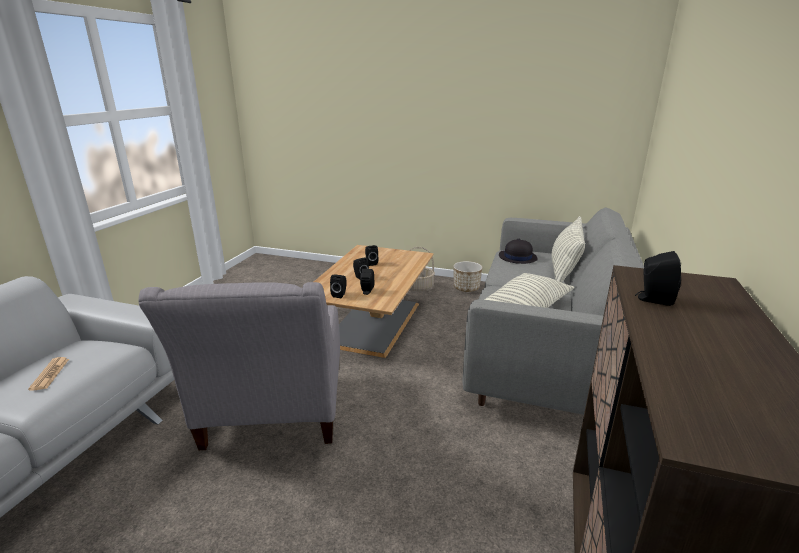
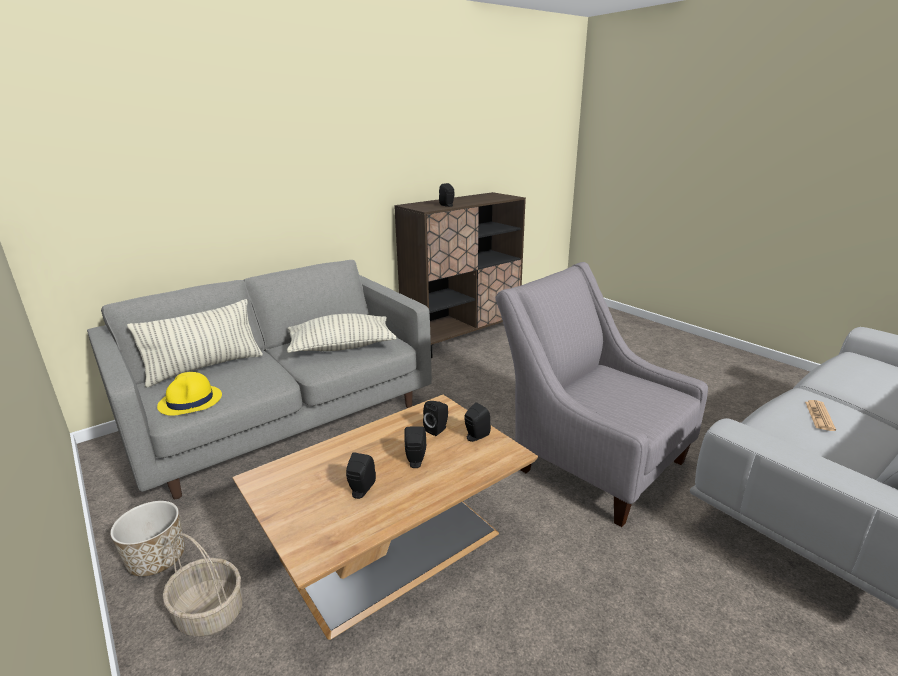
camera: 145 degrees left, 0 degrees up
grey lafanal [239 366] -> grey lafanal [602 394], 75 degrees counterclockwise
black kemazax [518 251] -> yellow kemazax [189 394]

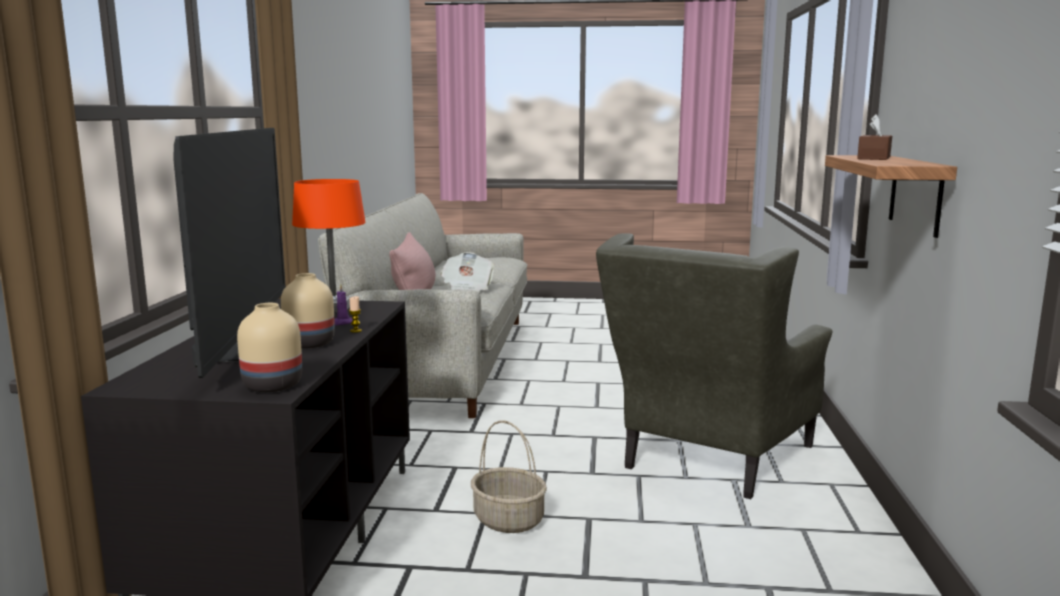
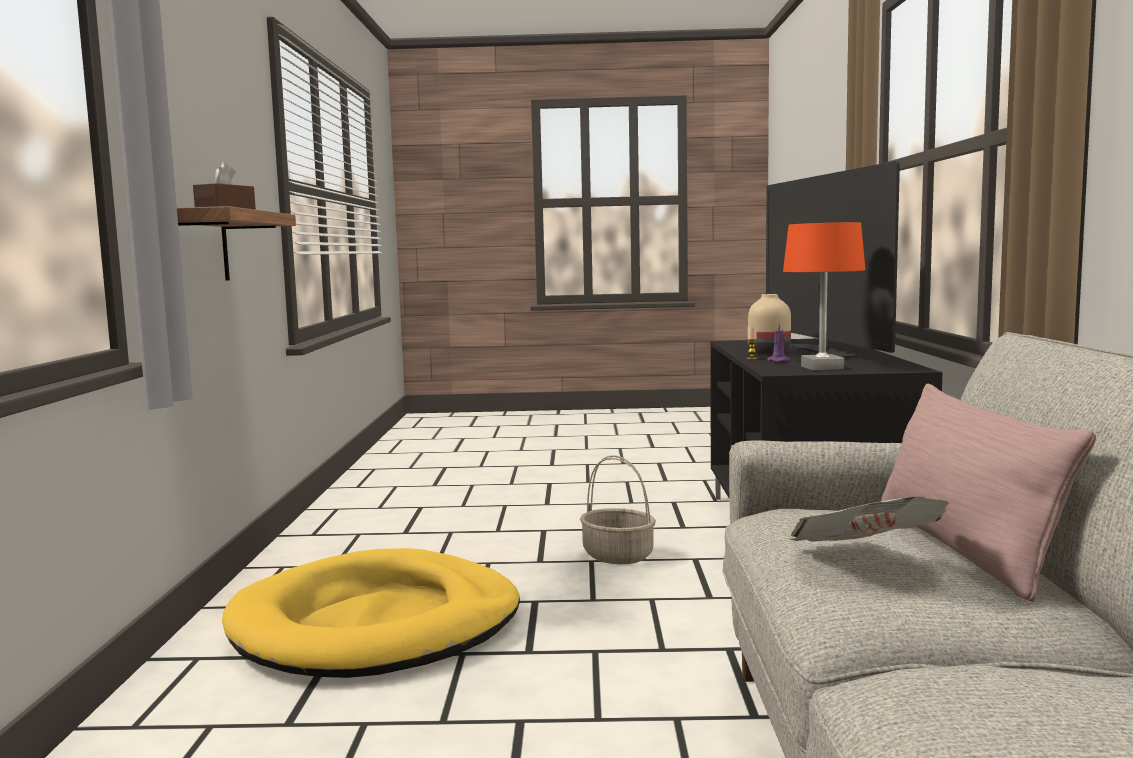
camera: 175 degrees right, 5 degrees down
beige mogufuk [269 347] -> none
grey lafanal [714 366] -> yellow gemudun [371 613]

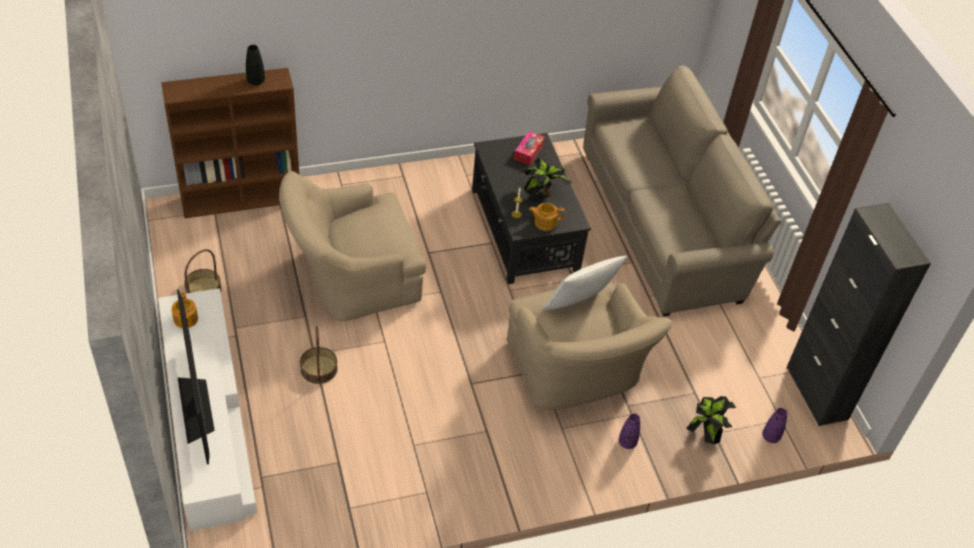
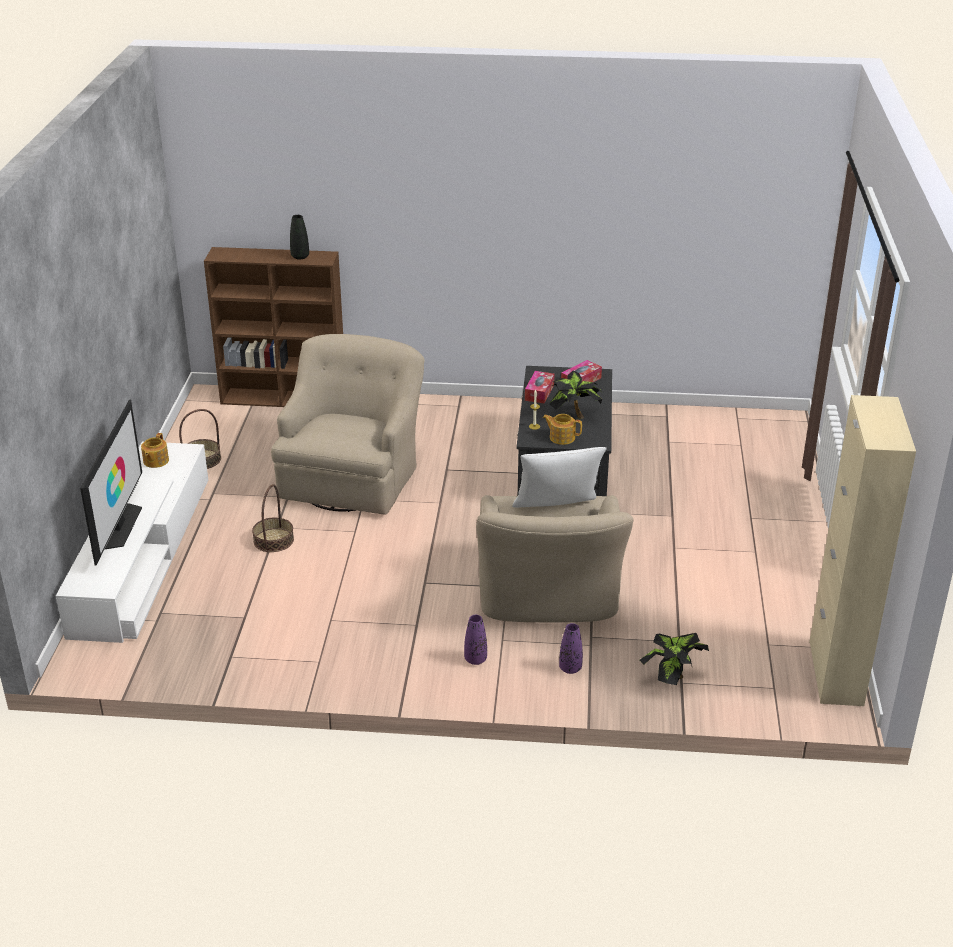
camera: 25 degrees right, 15 degrees down
beige lafanal [352 246] -> beige lafanal [348 424], 105 degrees clockwise
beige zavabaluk [682 191] -> none
purple mogufuk [774 425] -> purple mogufuk [475 640], moved
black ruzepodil [858 314] -> beige ruzepodil [862 550]
none -> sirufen [539 387]

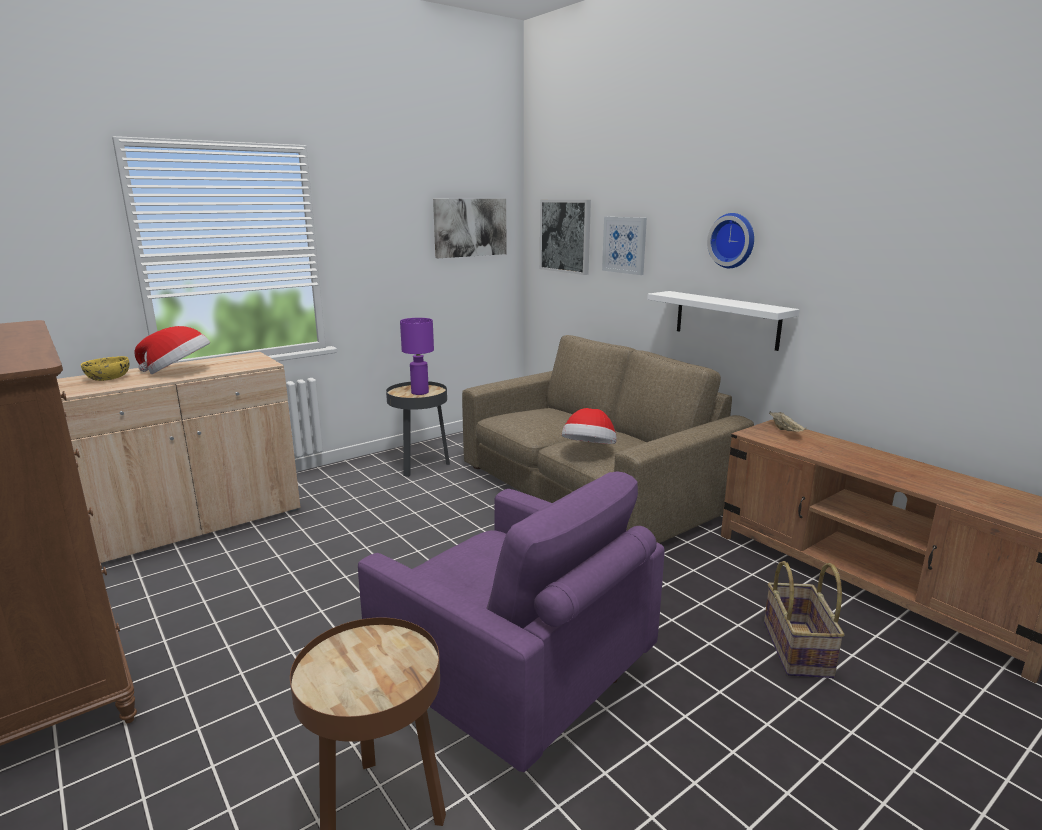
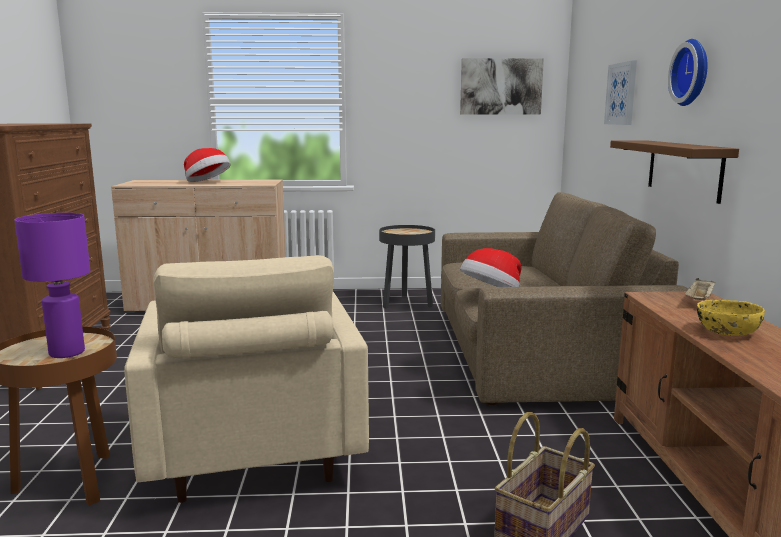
camera: 35 degrees right, 5 degrees down
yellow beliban [105 368] -> yellow beliban [731 318], moved
purple lafanal [511 622] -> beige lafanal [246 379]
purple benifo [417 356] -> purple benifo [52 285], moved
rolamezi [565 237] -> none
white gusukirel [723 321] -> brown gusukirel [674 172]

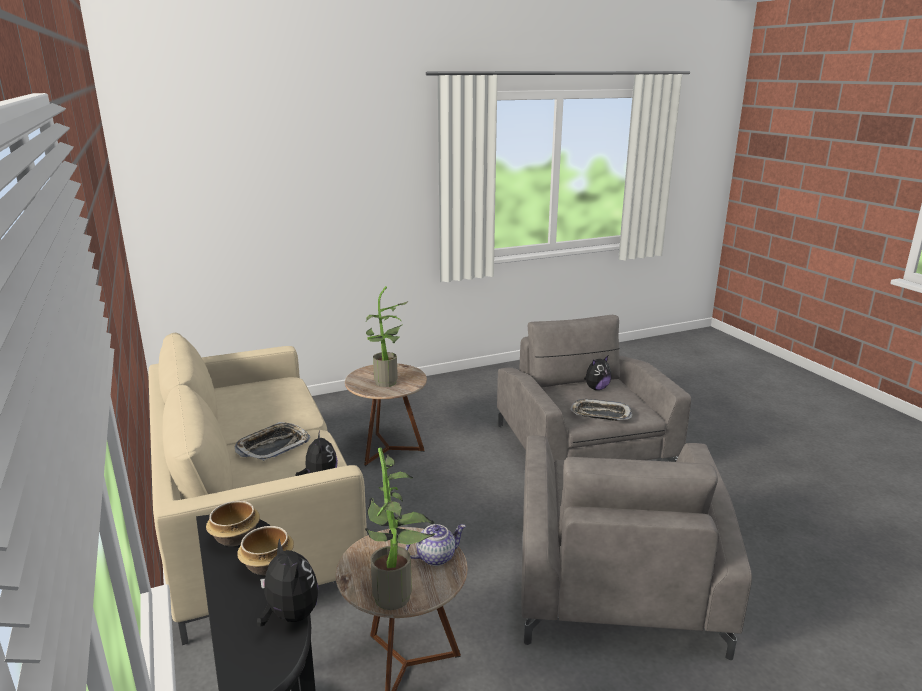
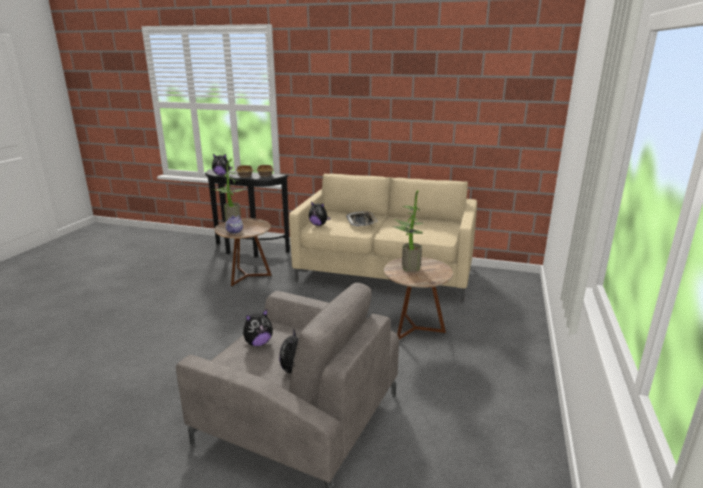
camera: 130 degrees right, 0 degrees up
grey lafanal [636 547] -> none
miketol [602 410] -> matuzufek [258 327]

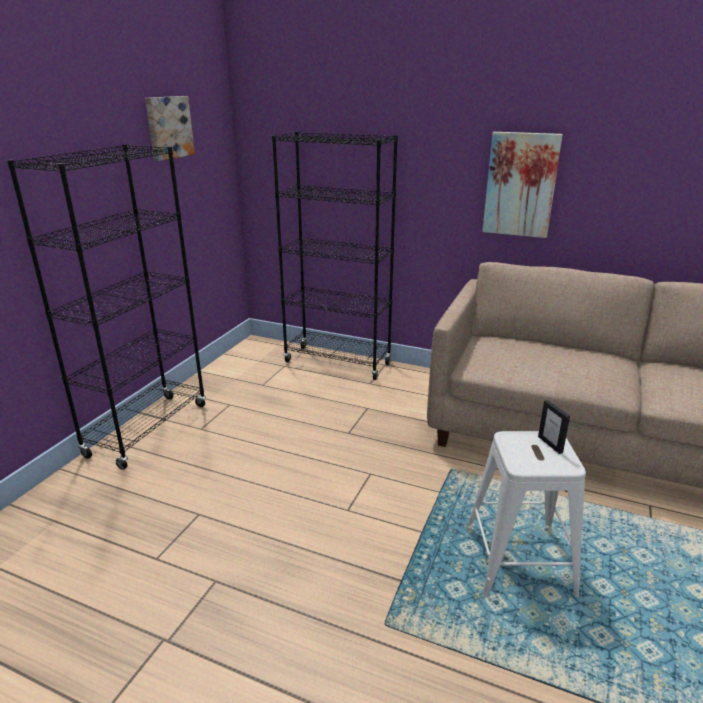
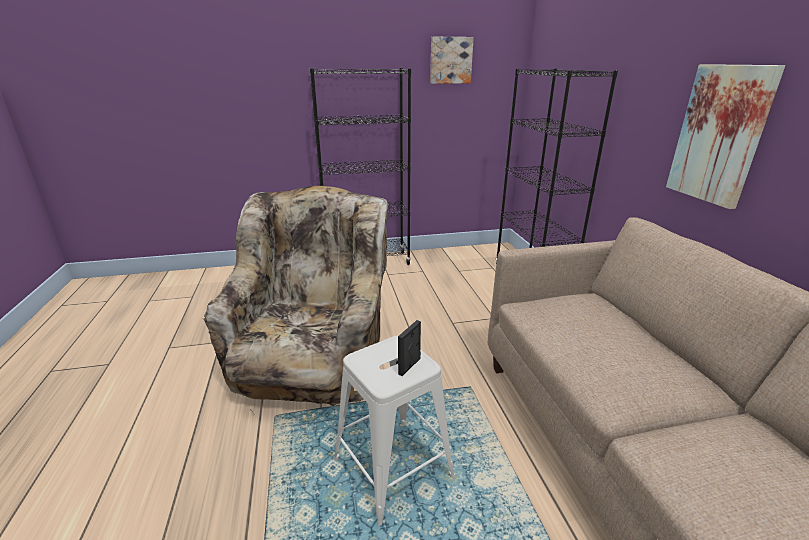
camera: 55 degrees right, 0 degrees up
none -> beige lafanal [296 300]

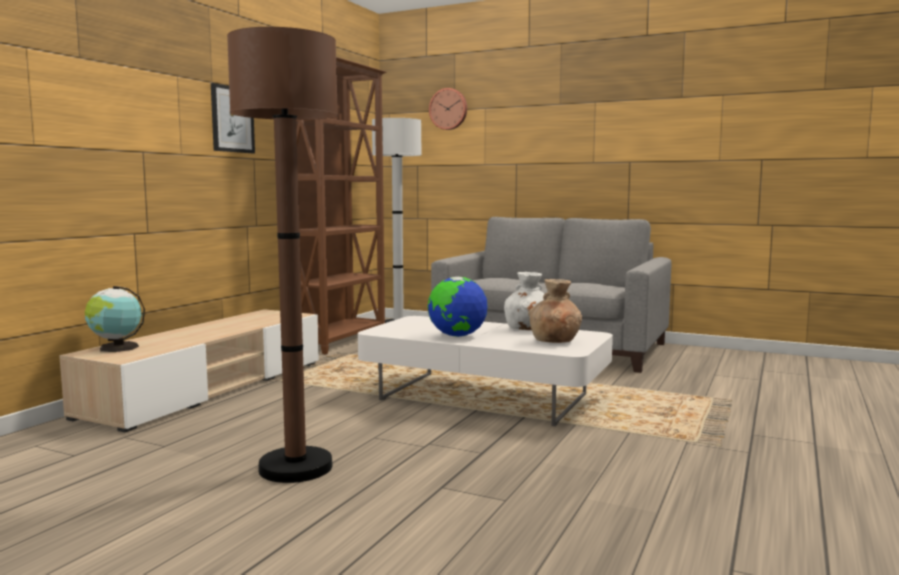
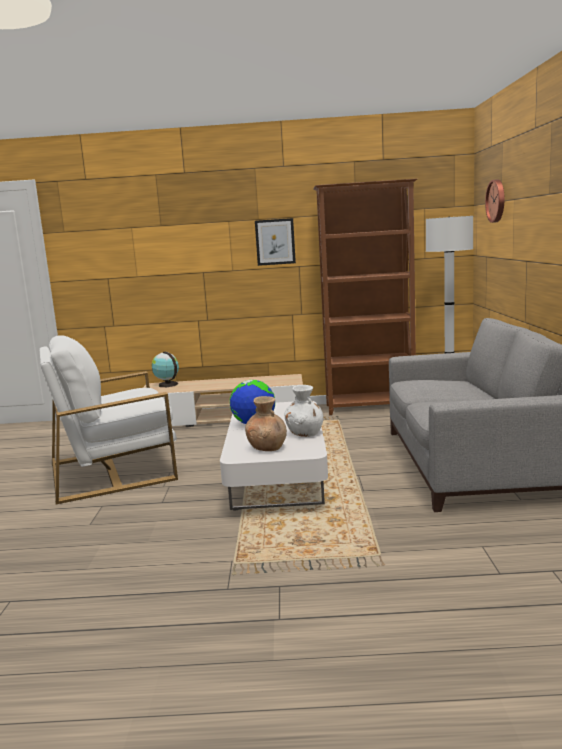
camera: 65 degrees right, 5 degrees up
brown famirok [282 255] -> white lafanal [109 419]

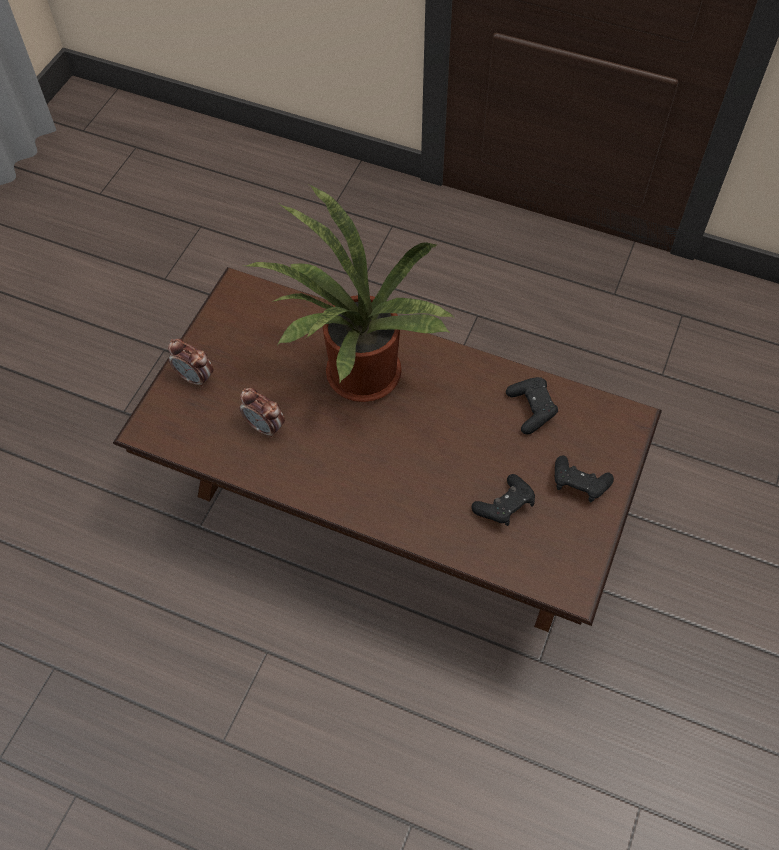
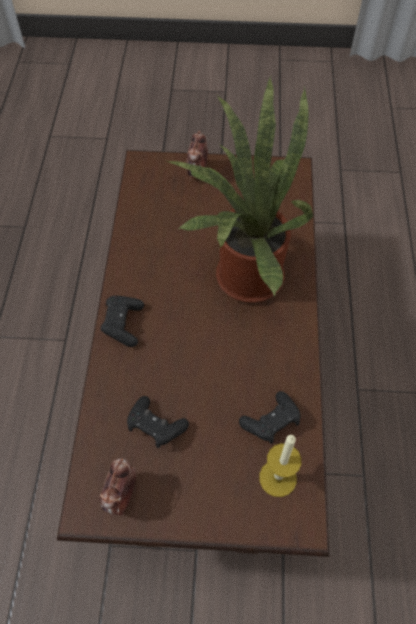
camera: 70 degrees right, 0 degrees up
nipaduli [262 413] -> nipaduli [118 487], moved
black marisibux [584 478] -> black marisibux [122 321], moved
none -> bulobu [280 466]

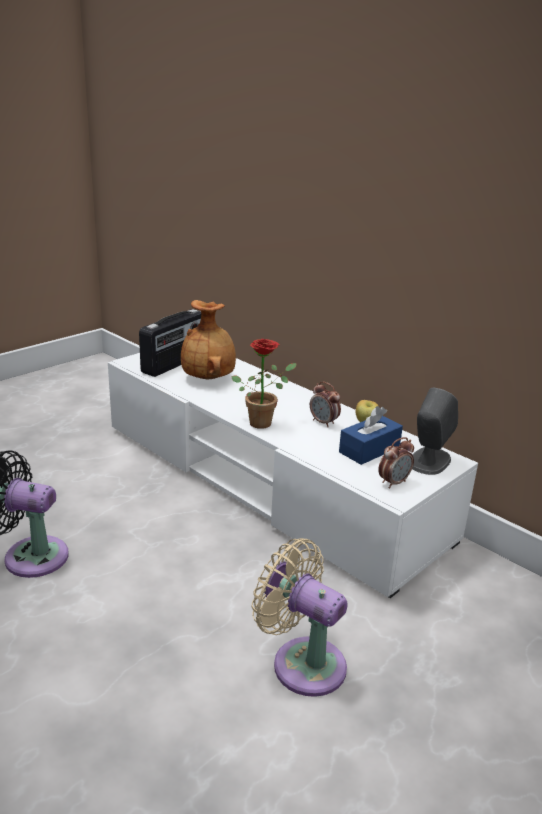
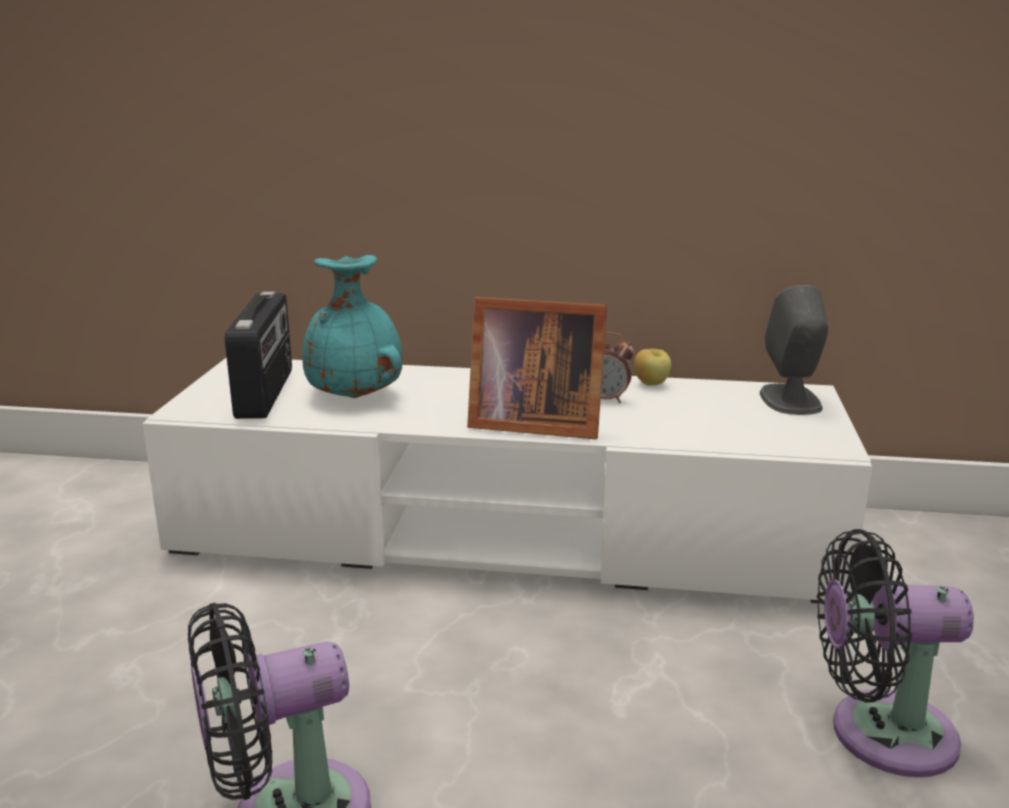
camera: 35 degrees left, 5 degrees down
brown mogufuk [208 340] -> turquoise mogufuk [352 326]
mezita [264 384] -> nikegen [537 368]
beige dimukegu [300 617] -> black dimukegu [895 653]
blue sirufen [371 435] -> none
nipaduli [396 463] -> none

